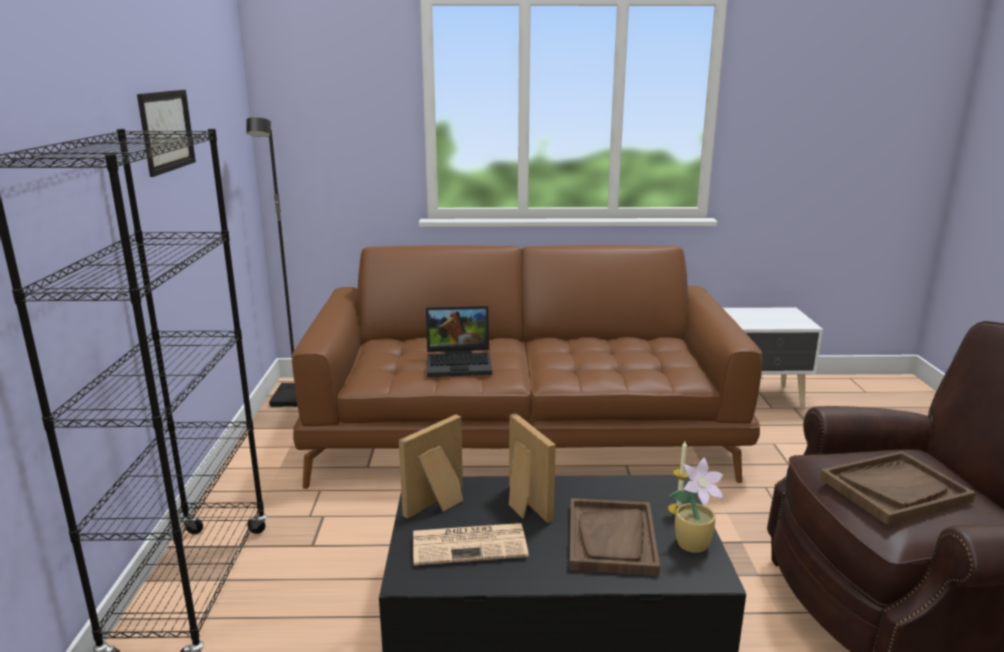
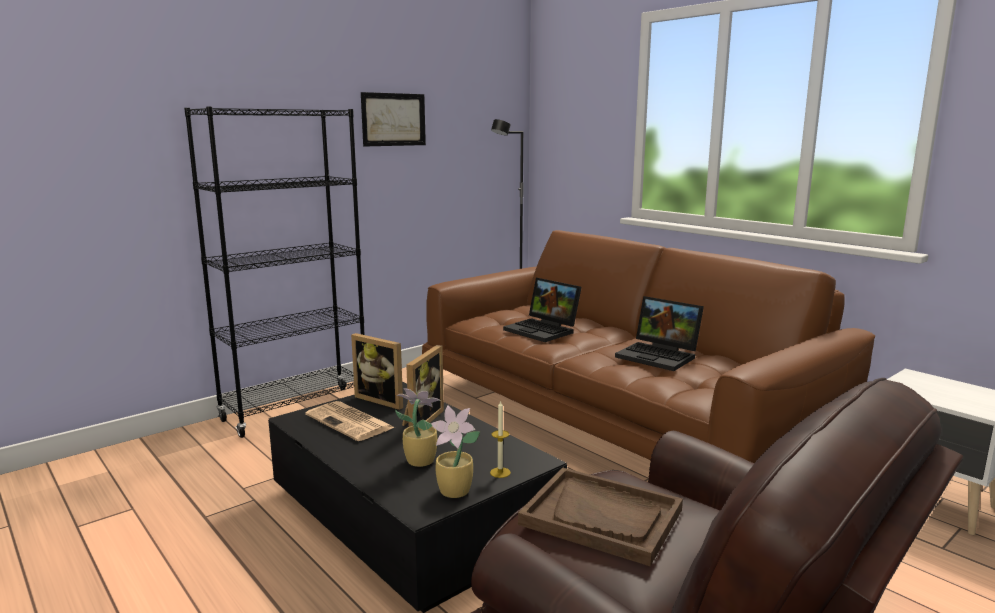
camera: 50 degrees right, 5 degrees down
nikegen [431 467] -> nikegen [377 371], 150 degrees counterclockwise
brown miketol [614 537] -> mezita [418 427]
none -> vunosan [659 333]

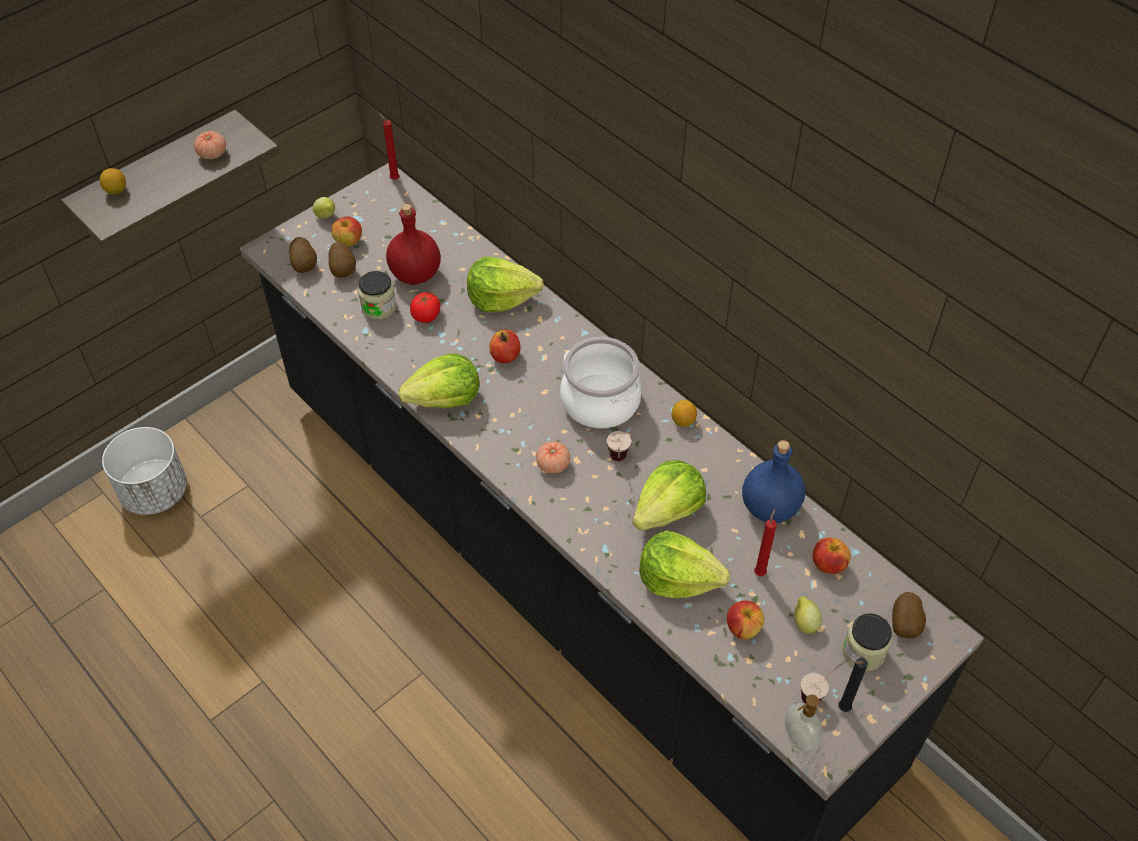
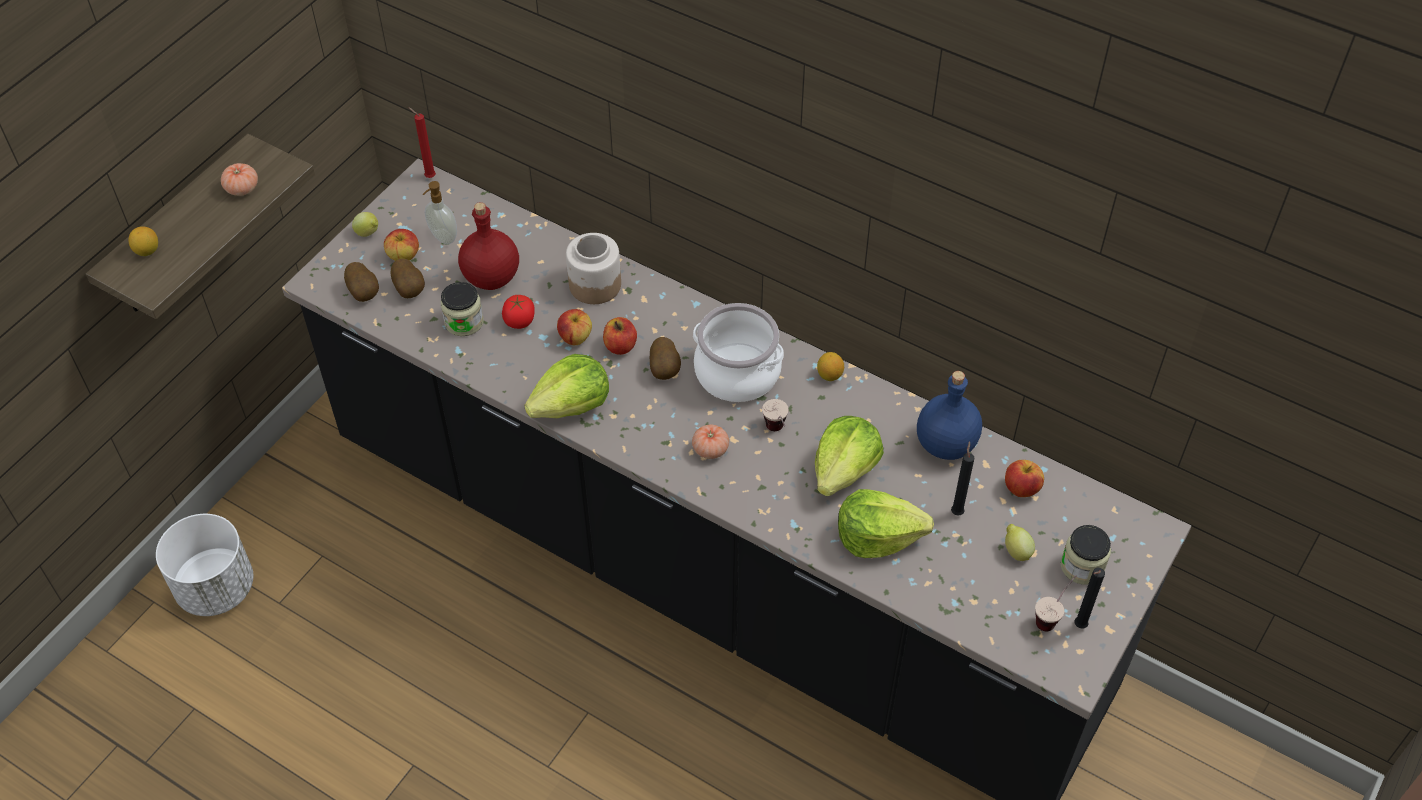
camera: 15 degrees left, 0 degrees up
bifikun [505 284] -> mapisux [593 268]
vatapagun [745 619] -> vatapagun [574 327], moved
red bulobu [765 542] -> black bulobu [963 478]
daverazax [804 723] -> daverazax [440 212], moved
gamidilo [909 615] -> gamidilo [665 358], moved

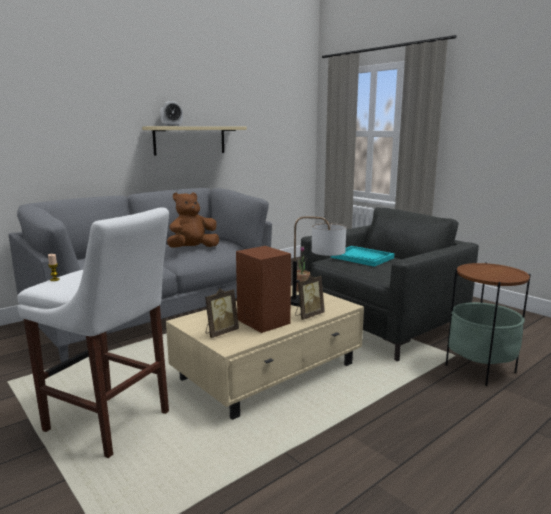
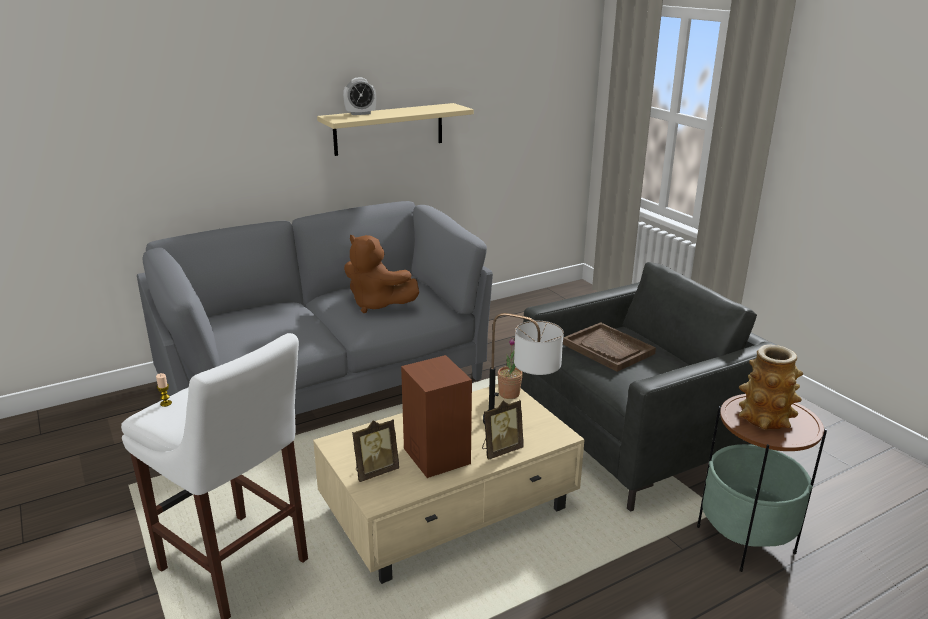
camera: 10 degrees right, 10 degrees up
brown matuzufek [193 220] -> brown matuzufek [381 274], 120 degrees counterclockwise
turquoise miketol [362 256] -> brown miketol [609 347]
none -> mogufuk [771 387]

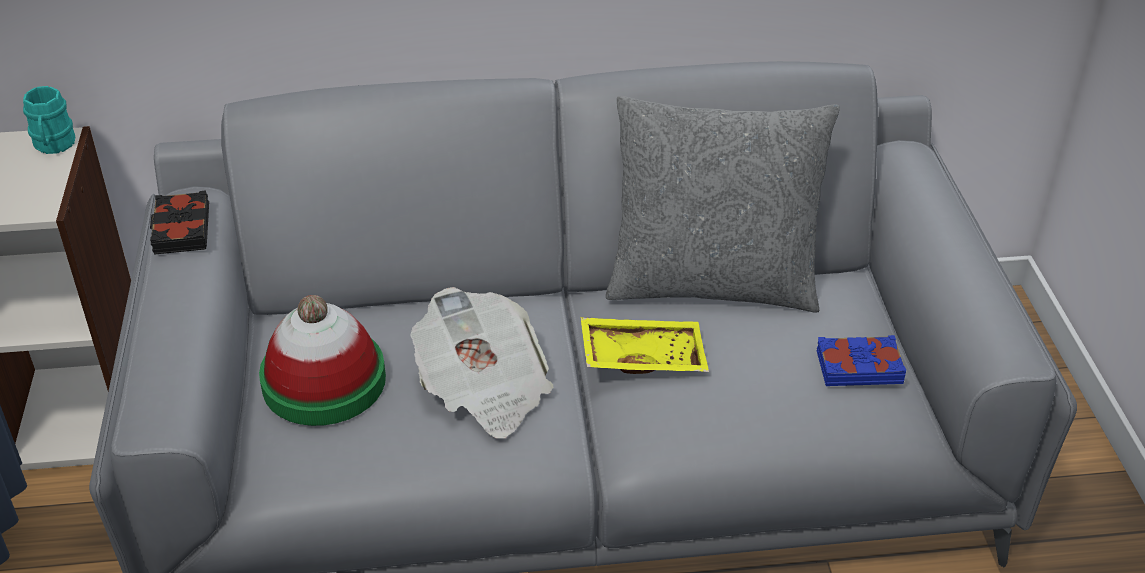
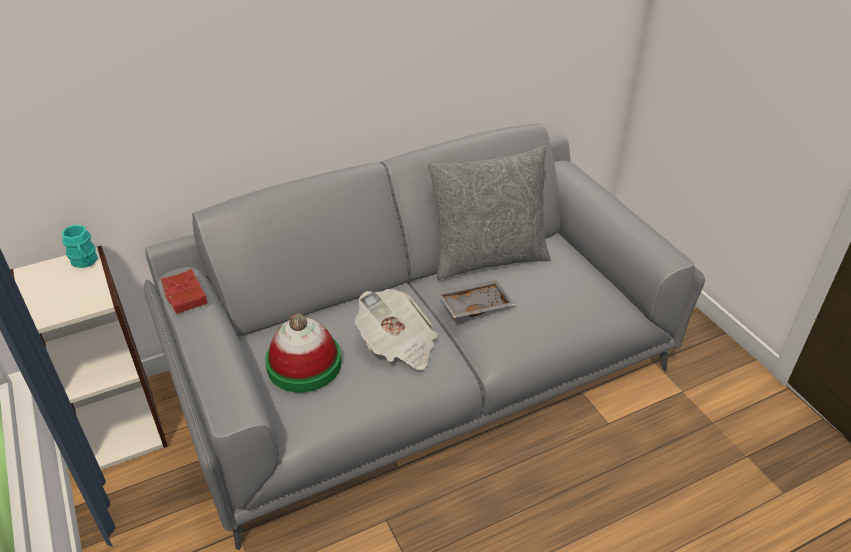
camera: 20 degrees left, 0 degrees up
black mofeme [179 222] -> red mofeme [184 291]
yellow miketol [645 345] -> grey miketol [475 299]
blue mofeme [862 360] -> none

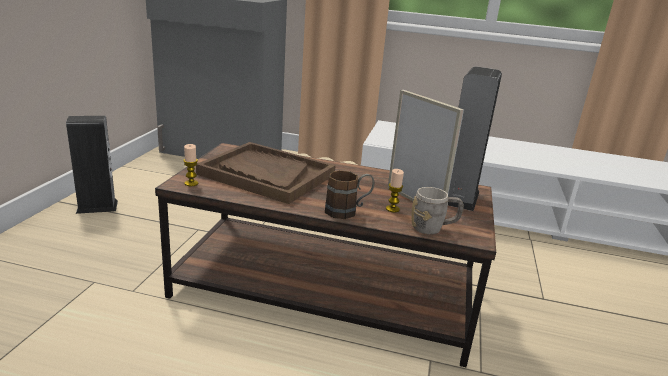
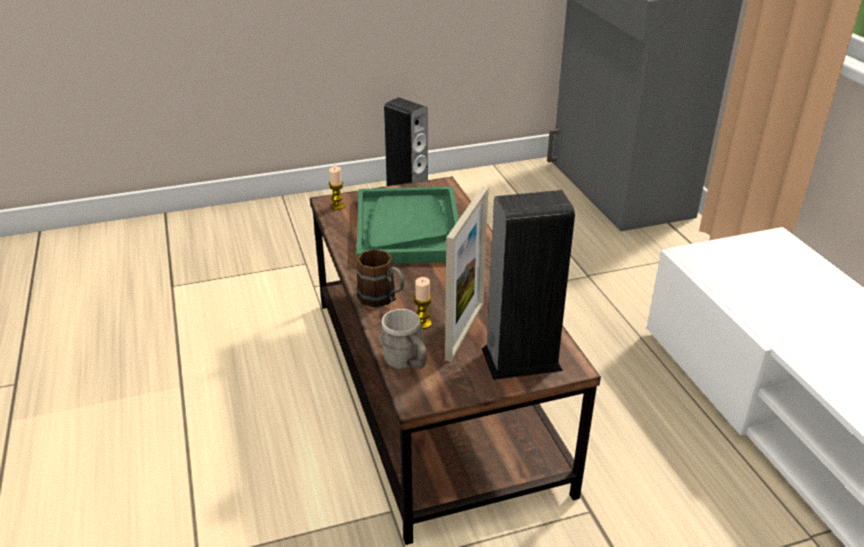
camera: 60 degrees right, 10 degrees up
brown miketol [266 173] -> green miketol [408 225]

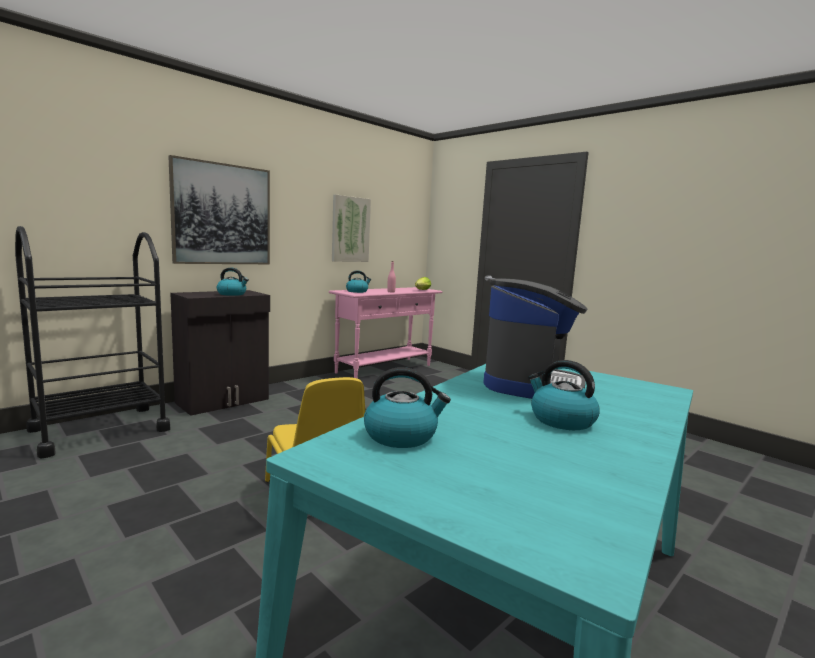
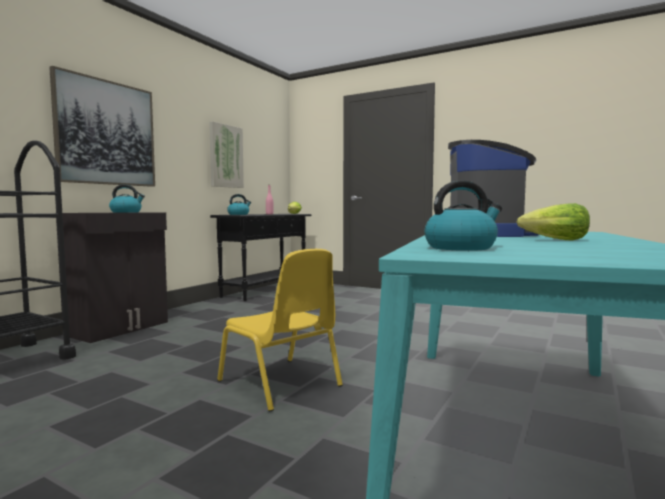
camera: 15 degrees left, 5 degrees down
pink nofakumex [385 332] -> black nofakumex [260 257]
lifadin [564 395] -> bifikun [553 222]

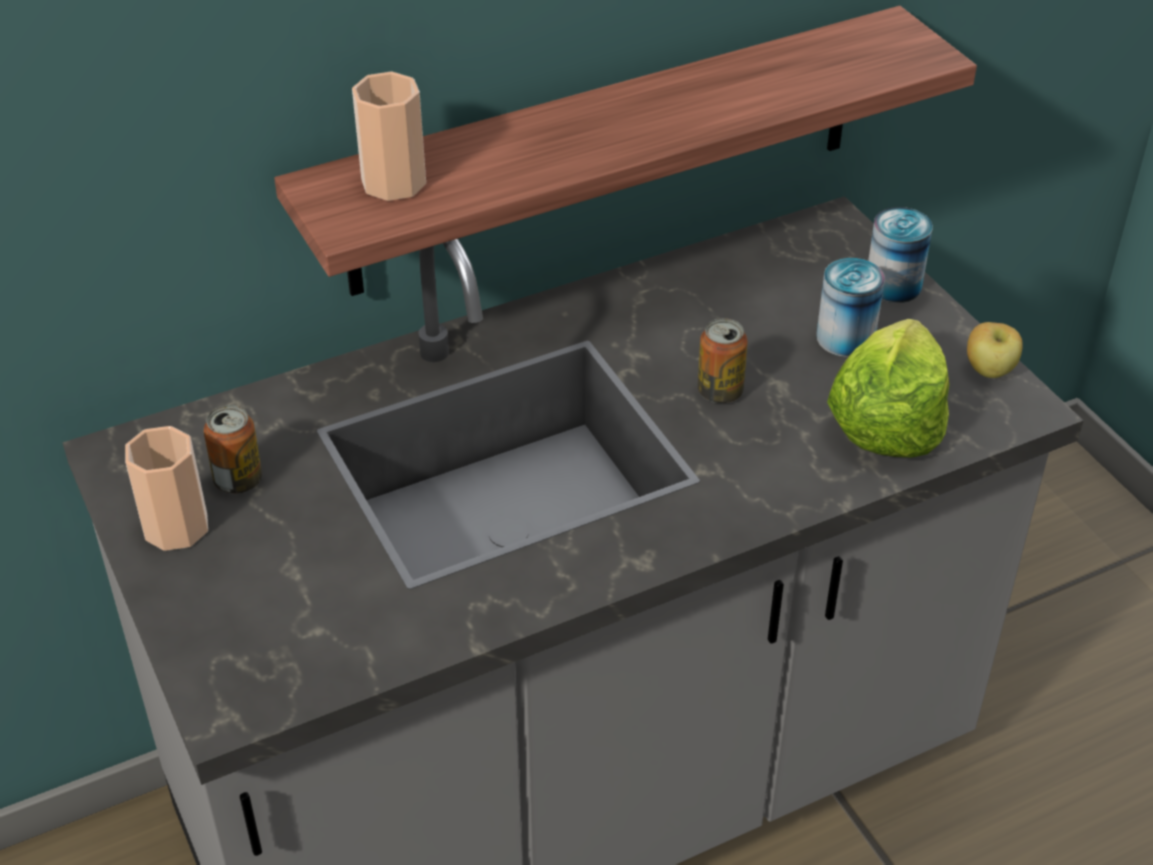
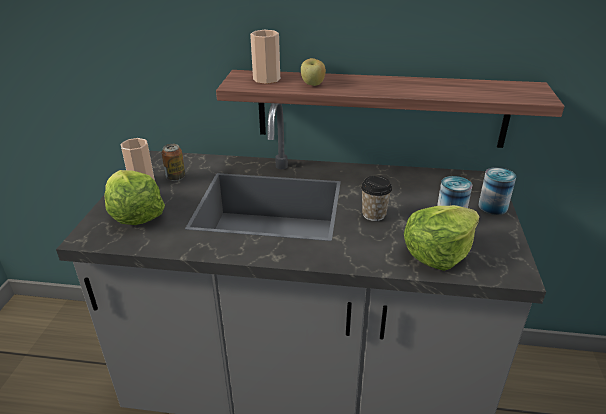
camera: 35 degrees right, 10 degrees down
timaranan [723 360] -> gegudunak [376 198]
vatapagun [995 350] -> vatapagun [313 72], moved
none -> bifikun [134 197]

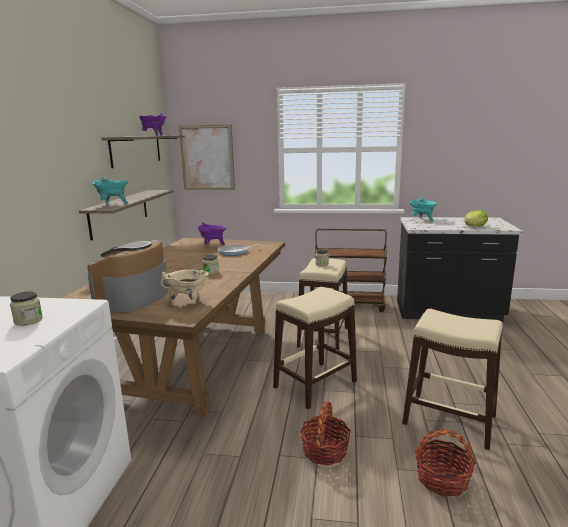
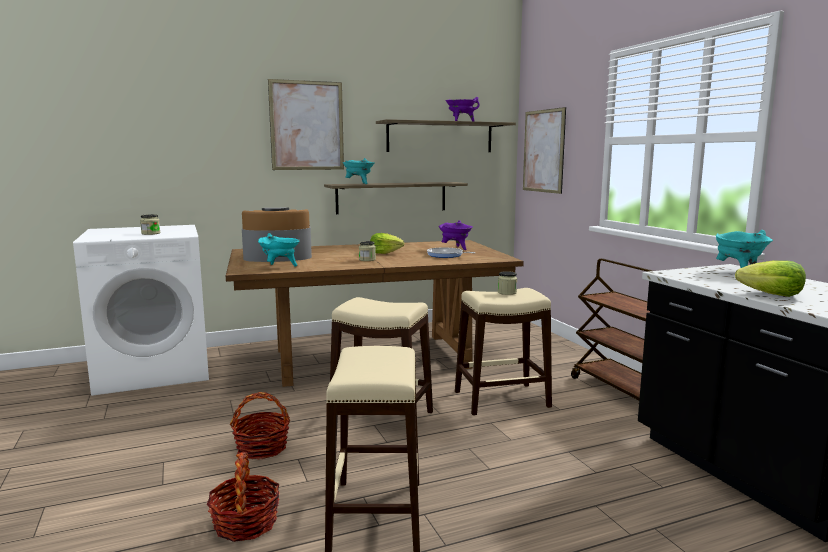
camera: 60 degrees right, 5 degrees down
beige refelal [184 286] -> turquoise refelal [279 249]
none -> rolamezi [306 124]
none -> bifikun [387 243]

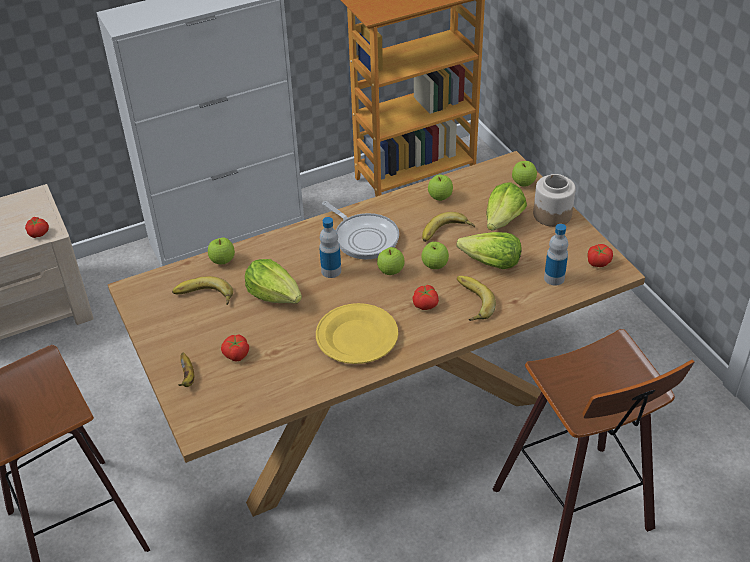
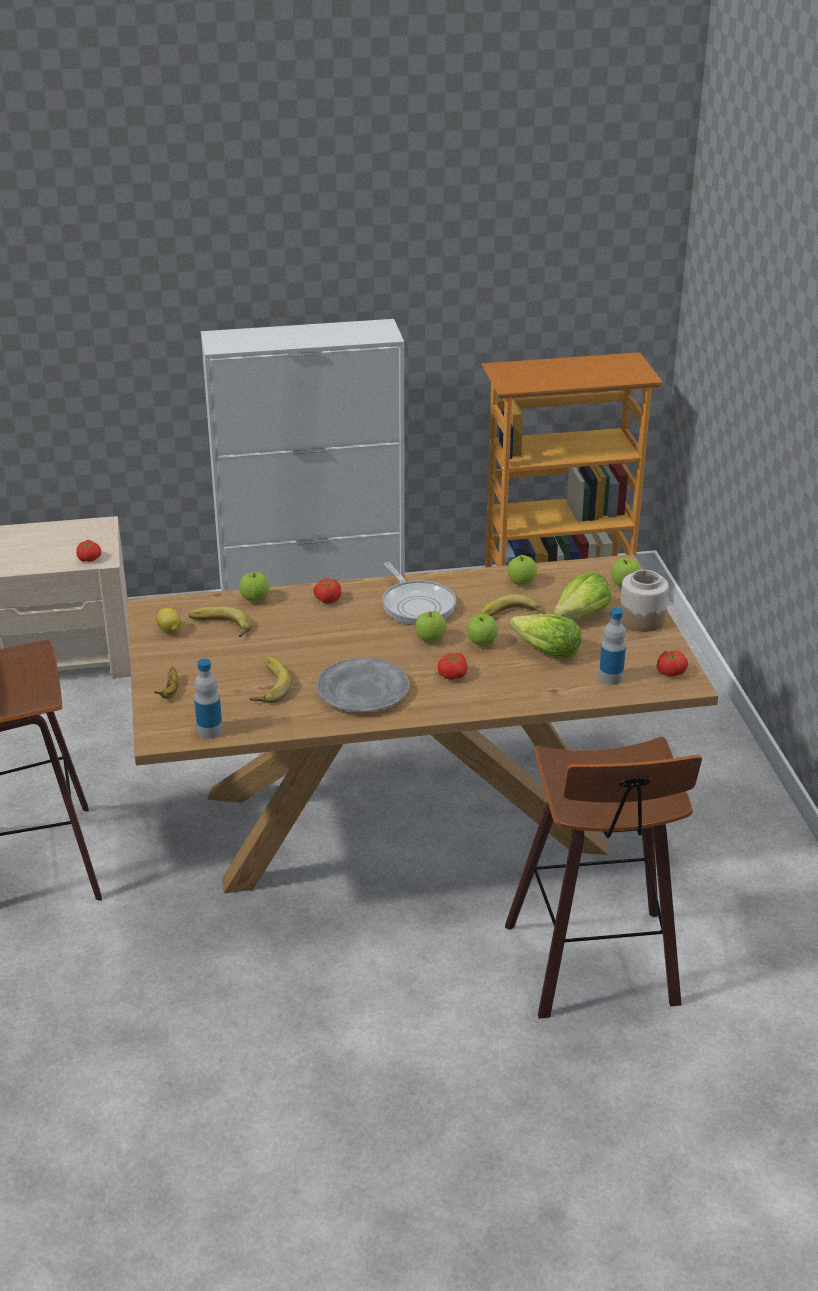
camera: 15 degrees right, 10 degrees down
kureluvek [235 348] -> kureluvek [327 591], moved
bifikun [273 281] -> none
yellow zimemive [357 333] -> grey zimemive [363 685]
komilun [330 247] -> komilun [208 698], moved
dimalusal [476 298] -> dimalusal [271 680], moved
none -> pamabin [168 621]

